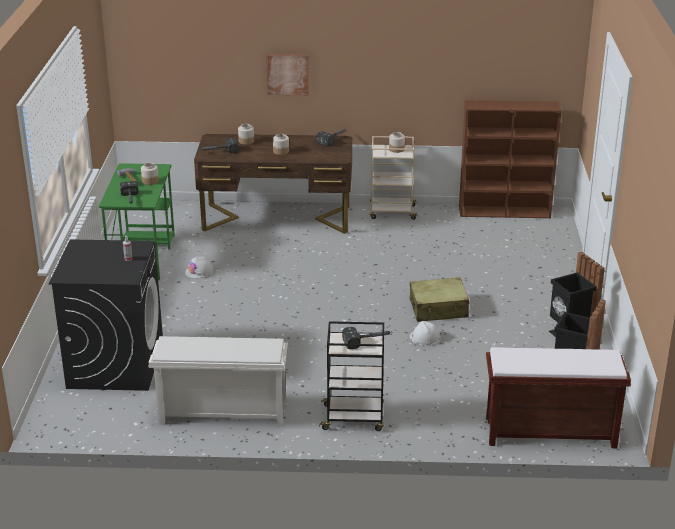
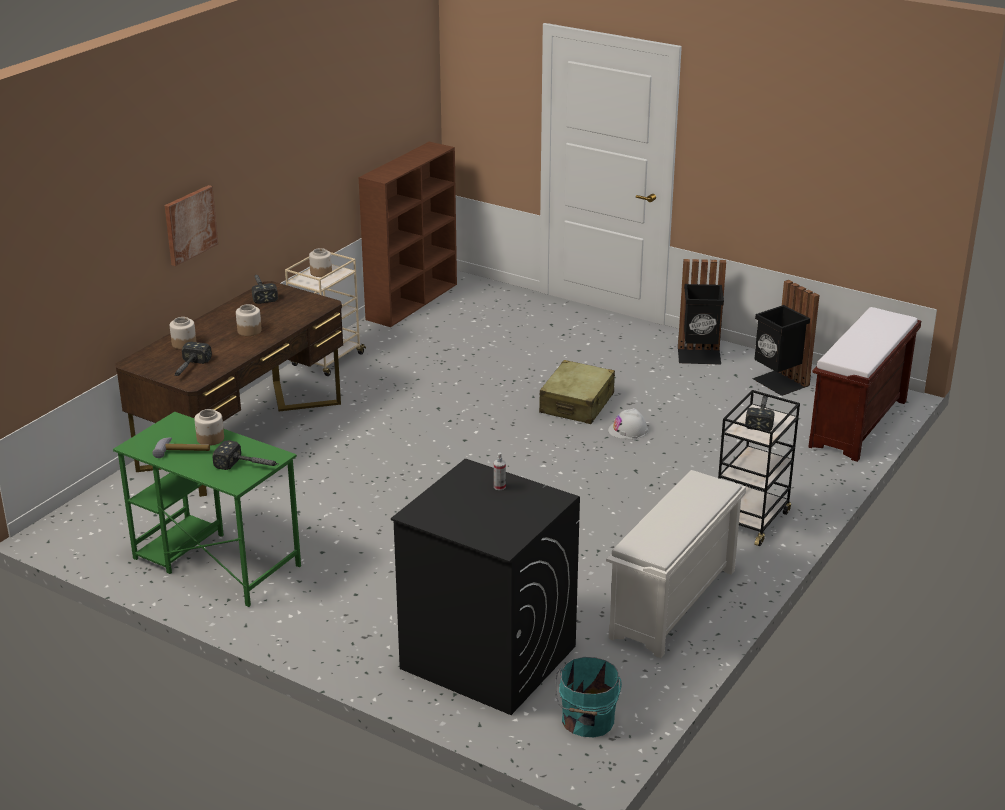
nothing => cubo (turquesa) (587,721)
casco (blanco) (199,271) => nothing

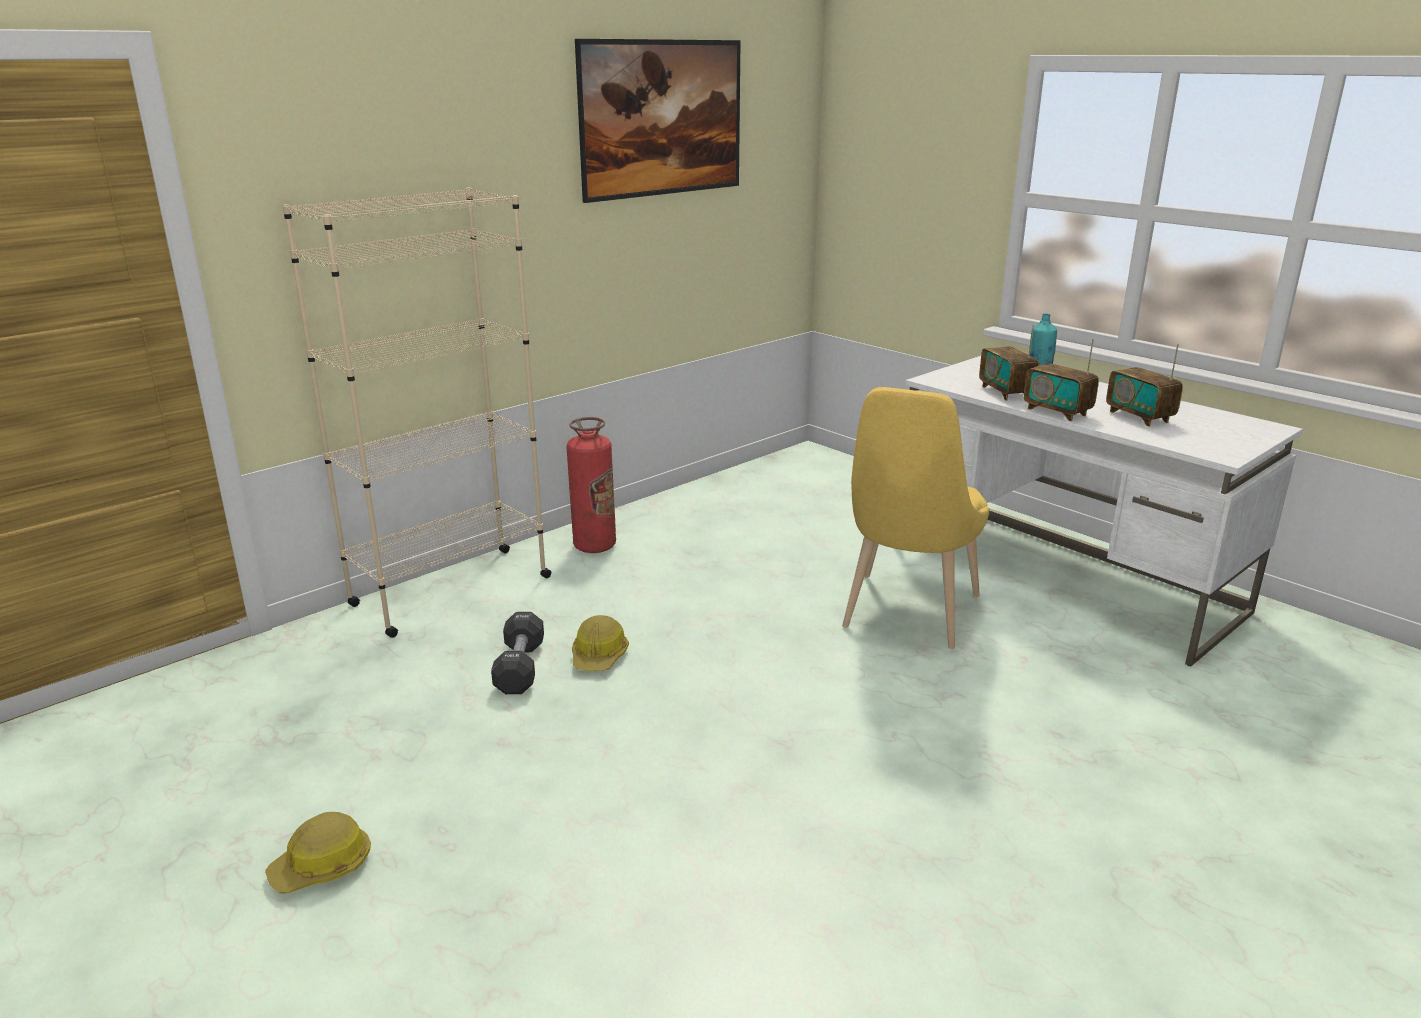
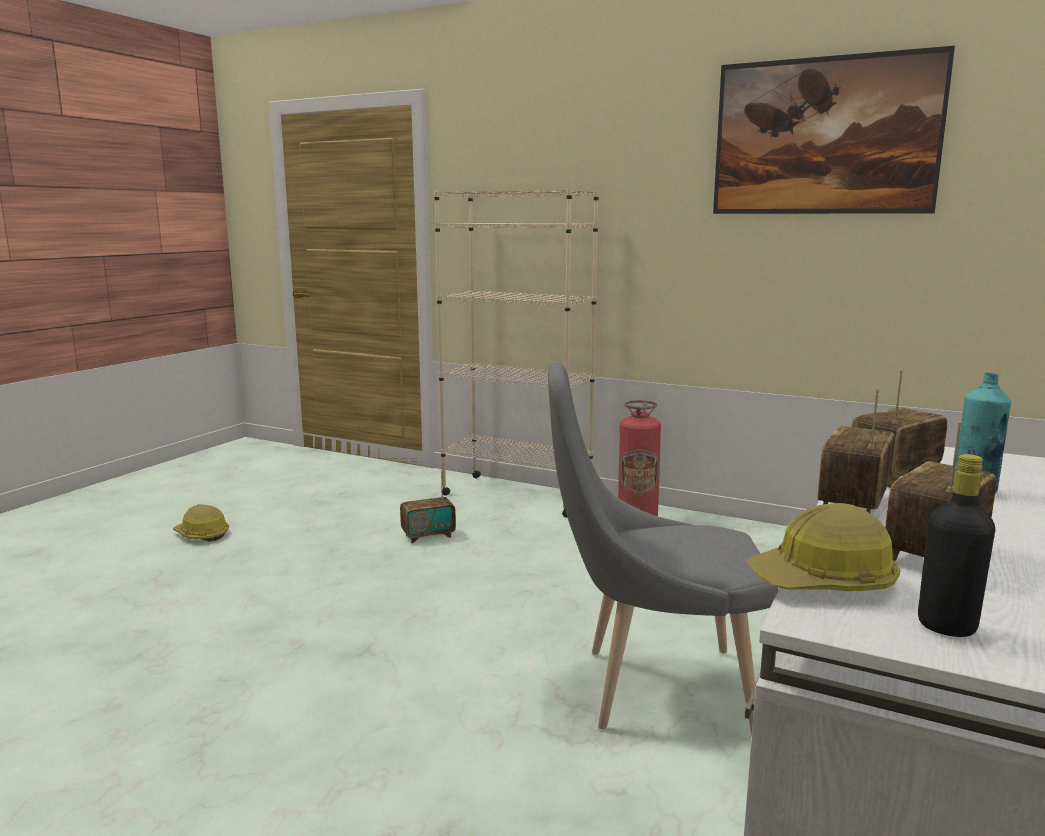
mancuerna (negro) (520,668) => radio (428,536)
silla (amarillo) (906,616) => silla (gris) (653,689)
casco (599,656) => casco (824,581), moved
nothing => botella (negro) (946,626)

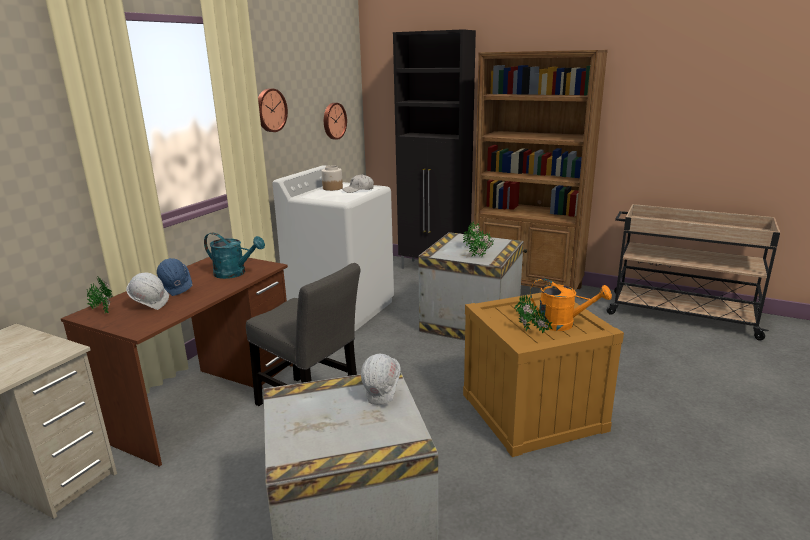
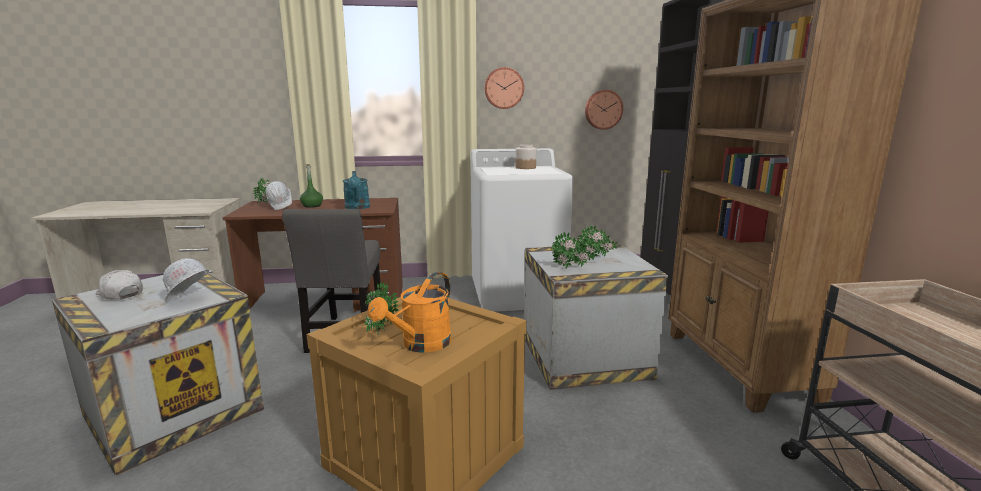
gorra (blanco) (358,190) => gorra (blanco) (120,294), moved
casco (azul) (177,290) => botella (verde) (312,206)
regadera (naranja) (562,324) => regadera (naranja) (420,345), 45 degrees clockwise

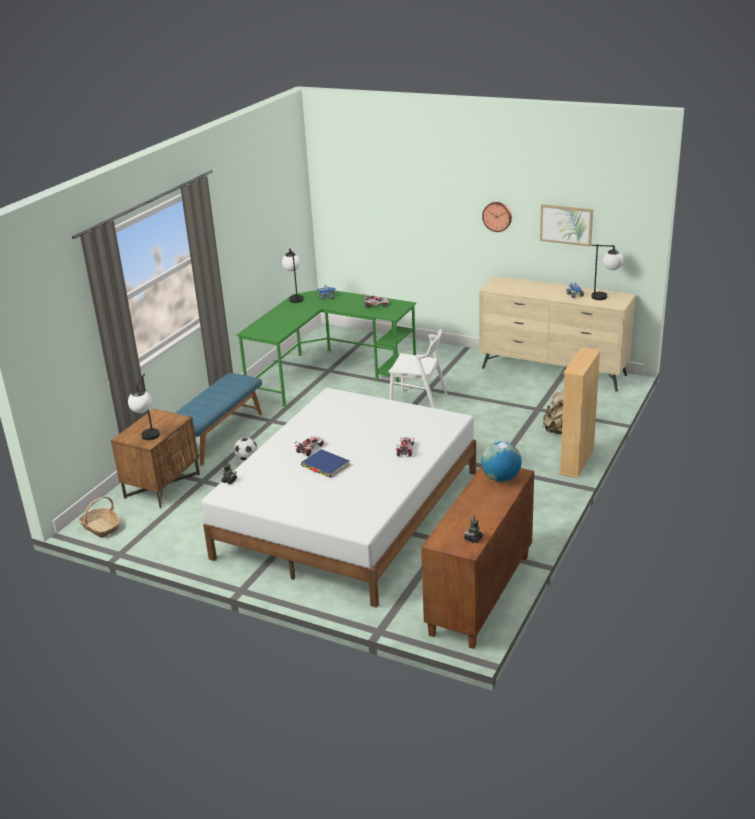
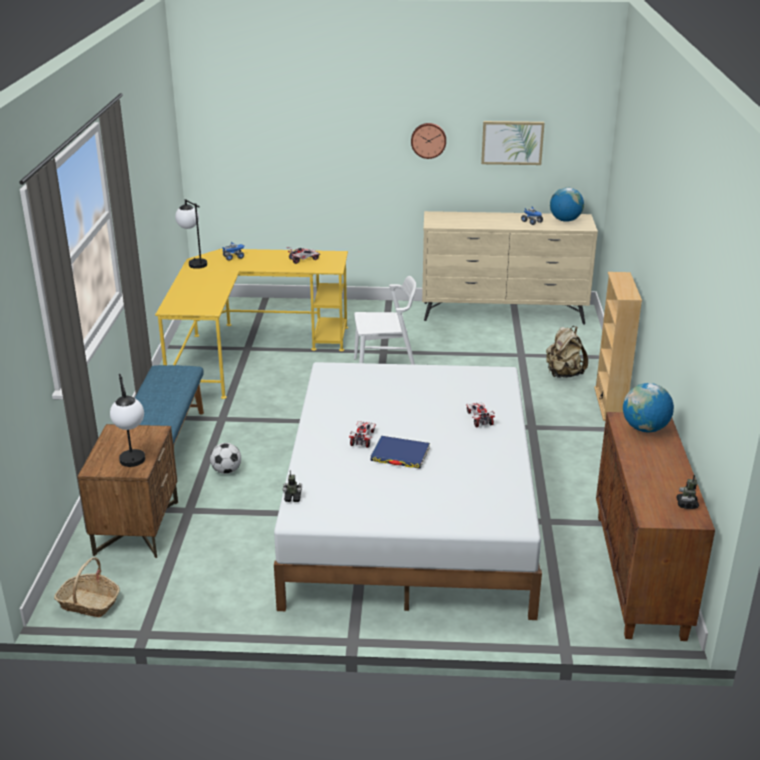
escritorio (verde) (327,372) => escritorio (amarillo) (247,351)
lámpara de mesa (606,297) => globo terráqueo (565,220)

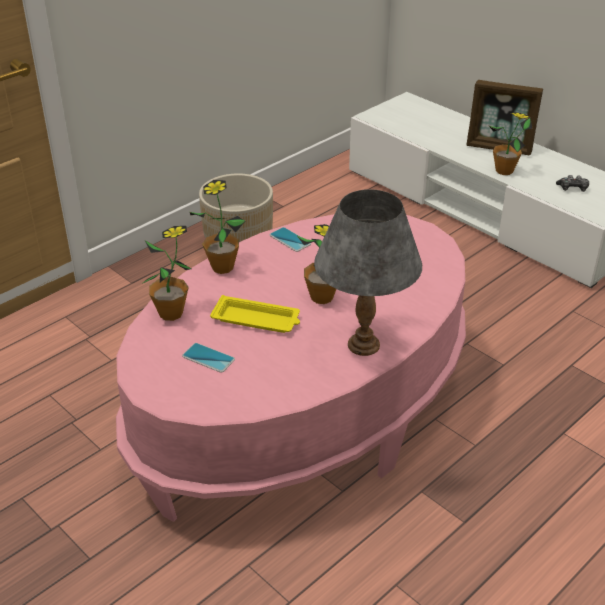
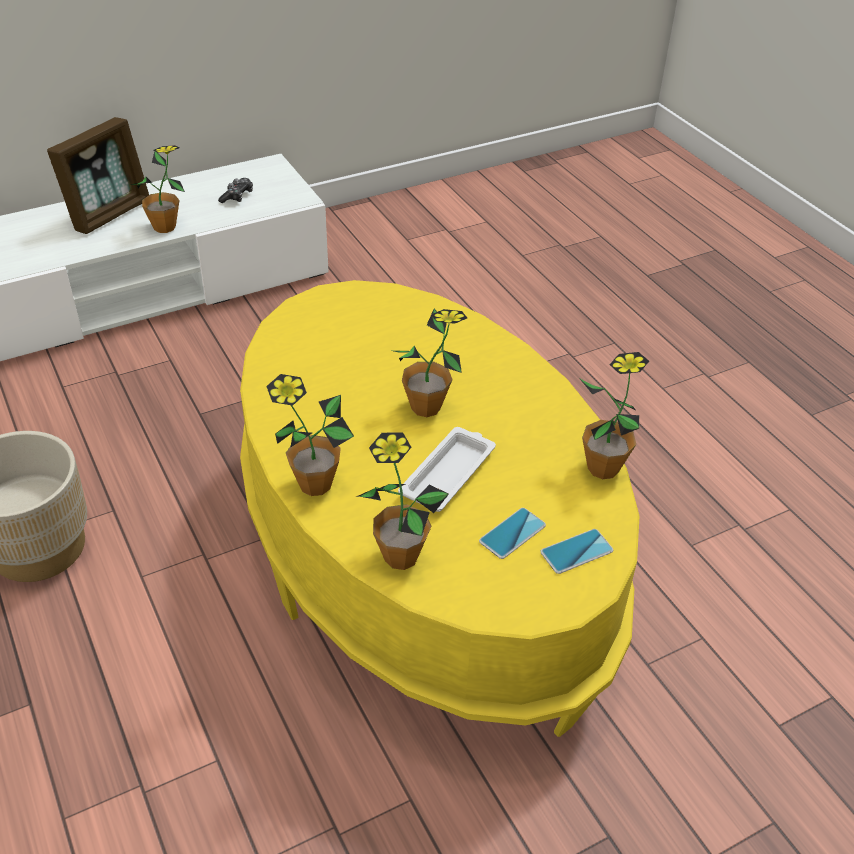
mesa de centro (rosa) (302,412) => mesa de centro (amarillo) (422,558)
bandeja (amarillo) (257,320) => bandeja (blanco) (449,473)
móvil (290,240) => móvil (576,552), moved
nothing => planta en maceta (603,468)
lámpara de mesa (gris) (364,345) => nothing

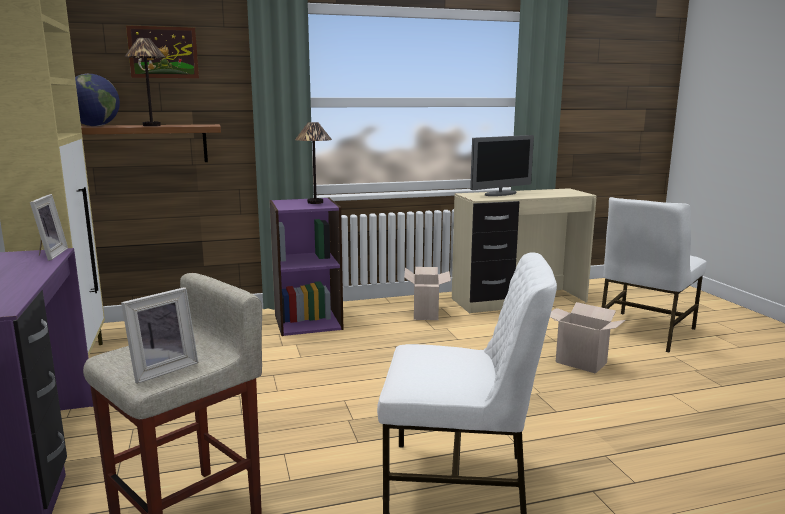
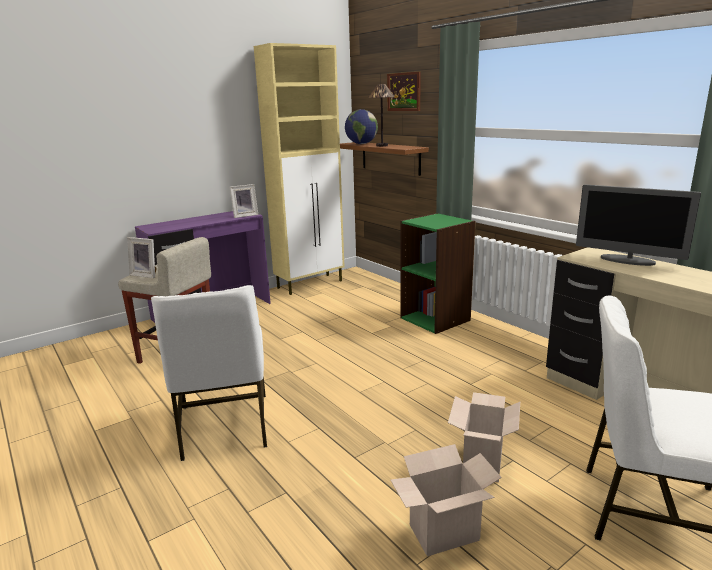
caja de cartón (427,314) => caja de cartón (443,534), moved
estantería (morado) (308,322) => estantería (verde) (435,319)
lámpara de mesa (314,202) => nothing

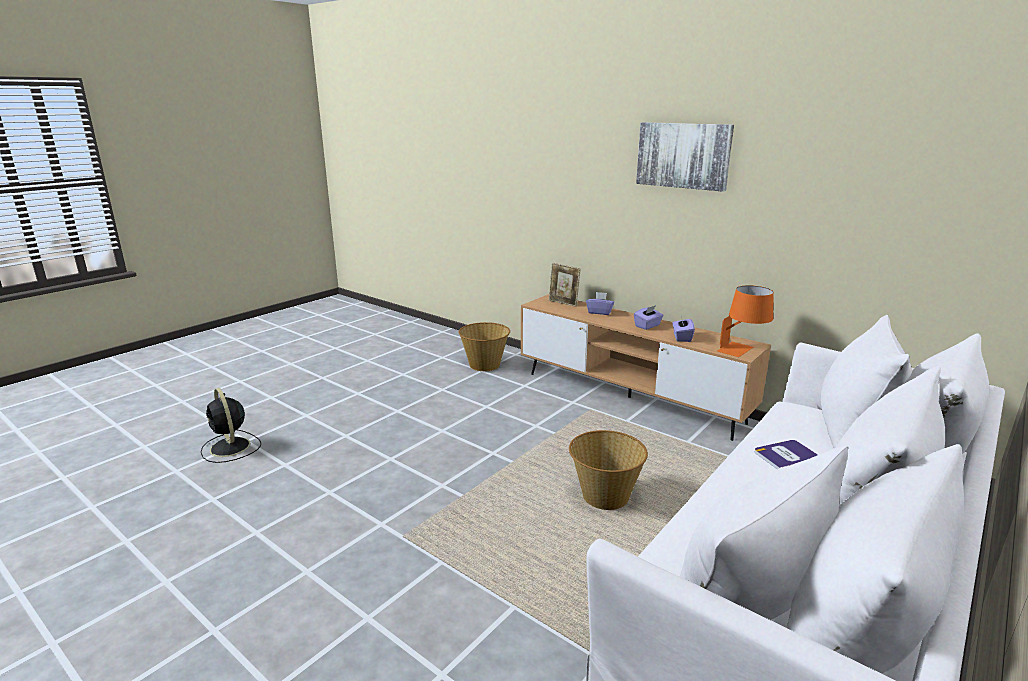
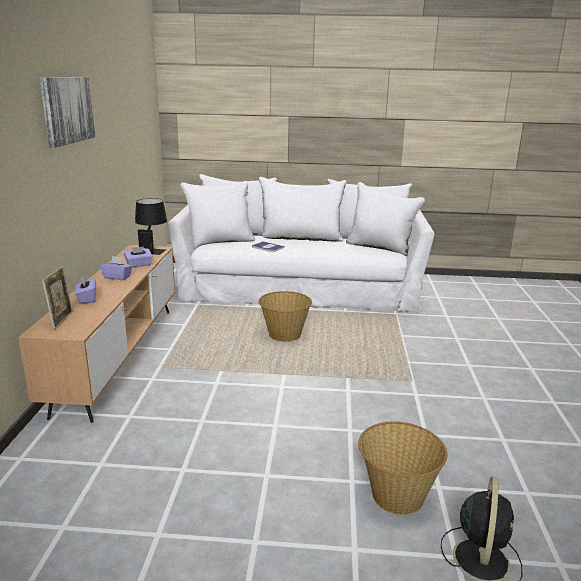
lámpara de mesa (naranja) (743,351) => lámpara de mesa (negro) (152,249)
cesta (485,364) => cesta (396,496), moved

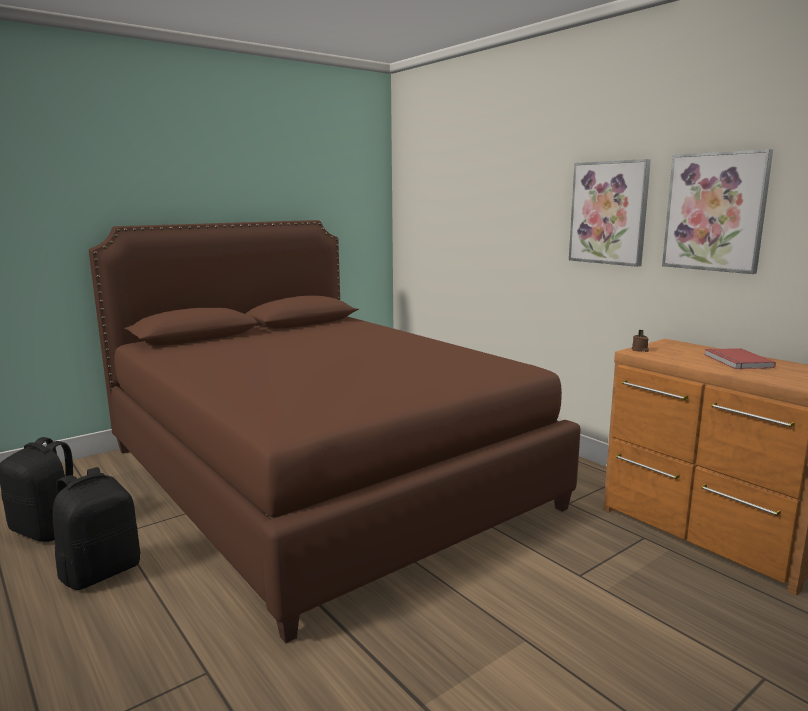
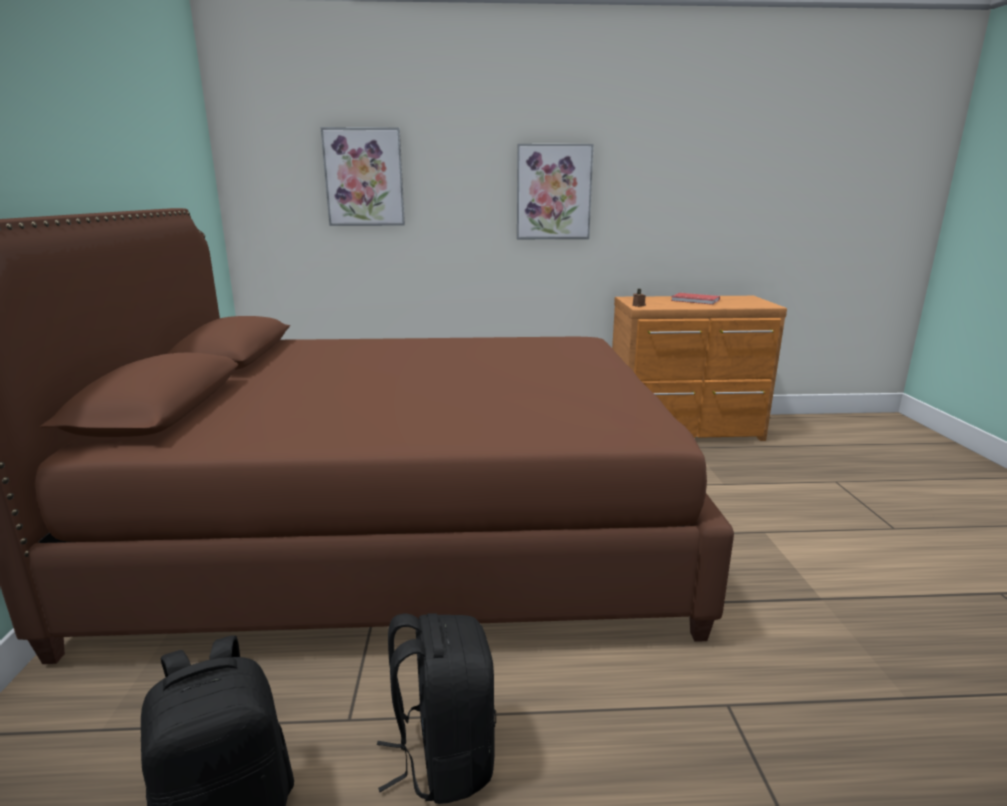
cuadro (715,212) => cuadro (364,177), moved

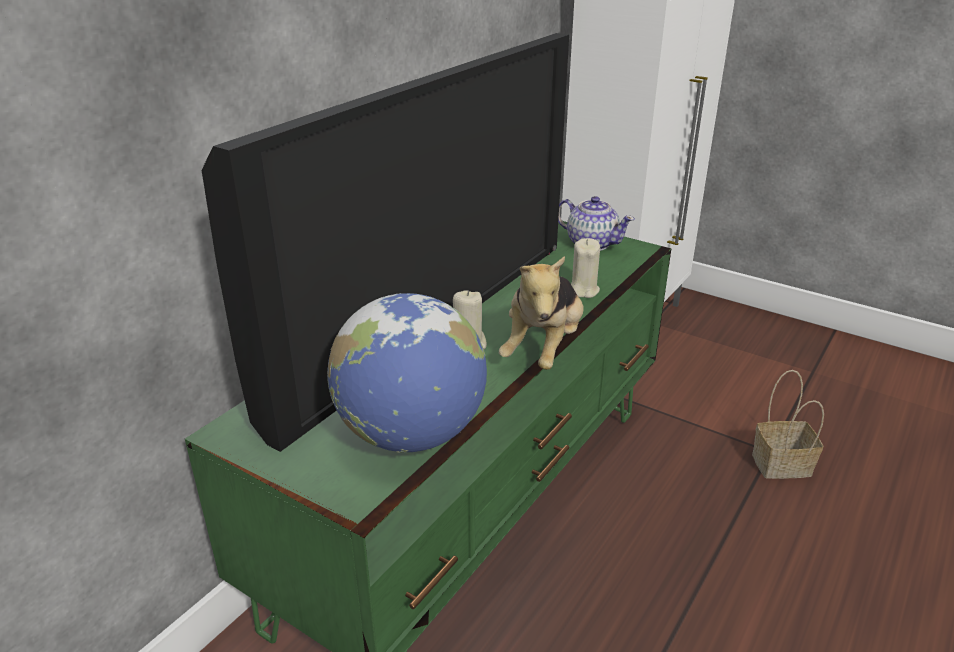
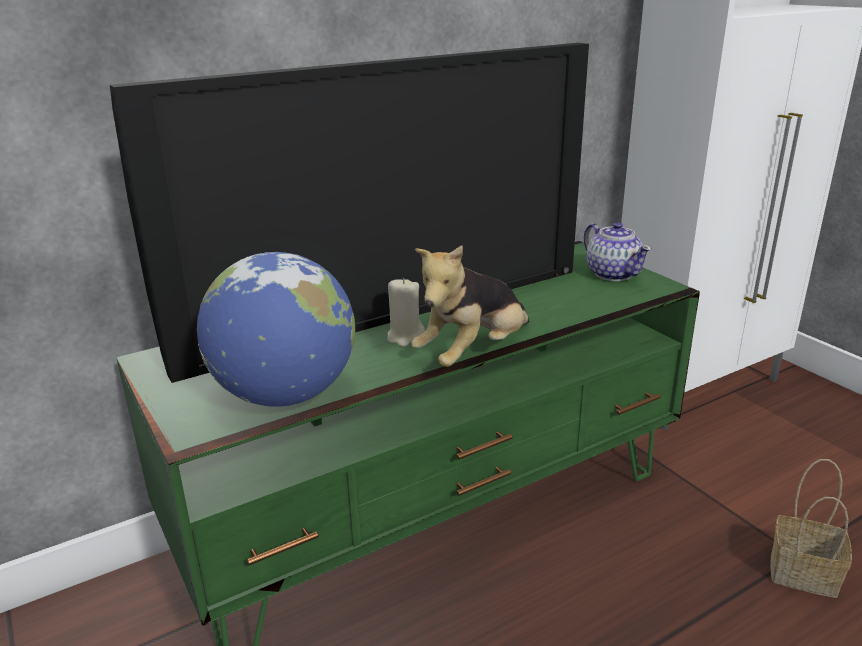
vela (beis) (582,290) => nothing

